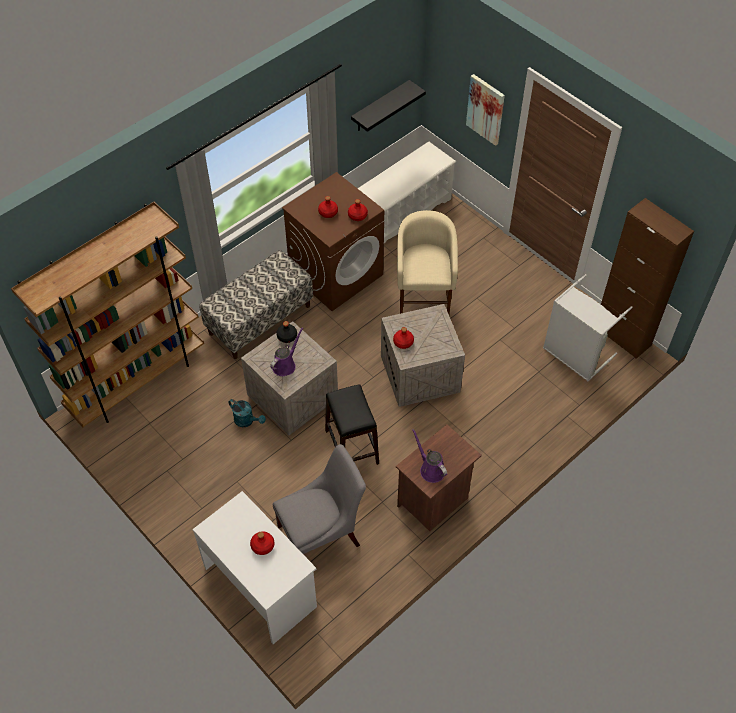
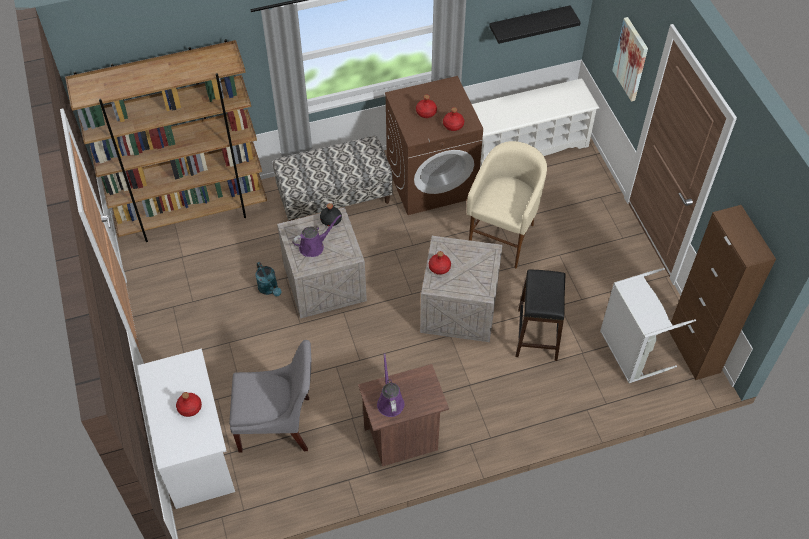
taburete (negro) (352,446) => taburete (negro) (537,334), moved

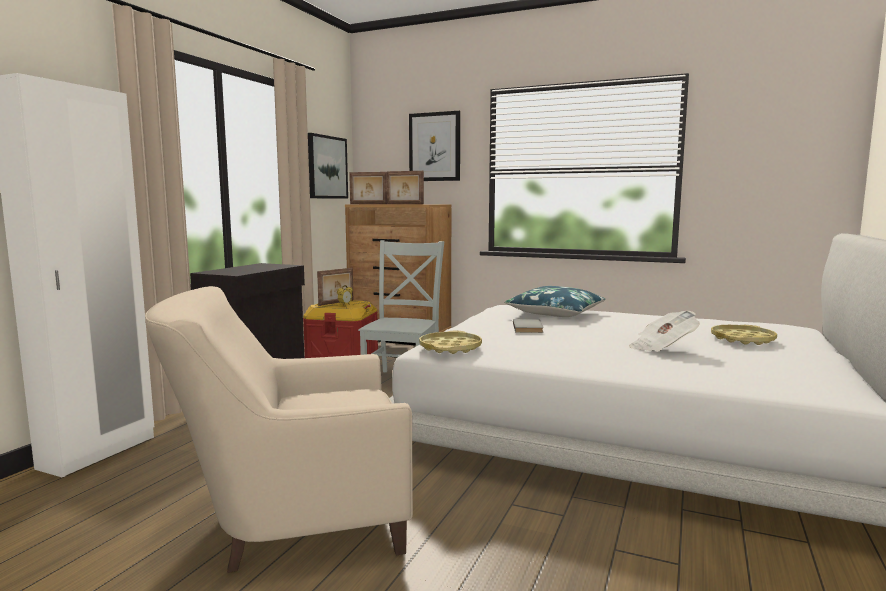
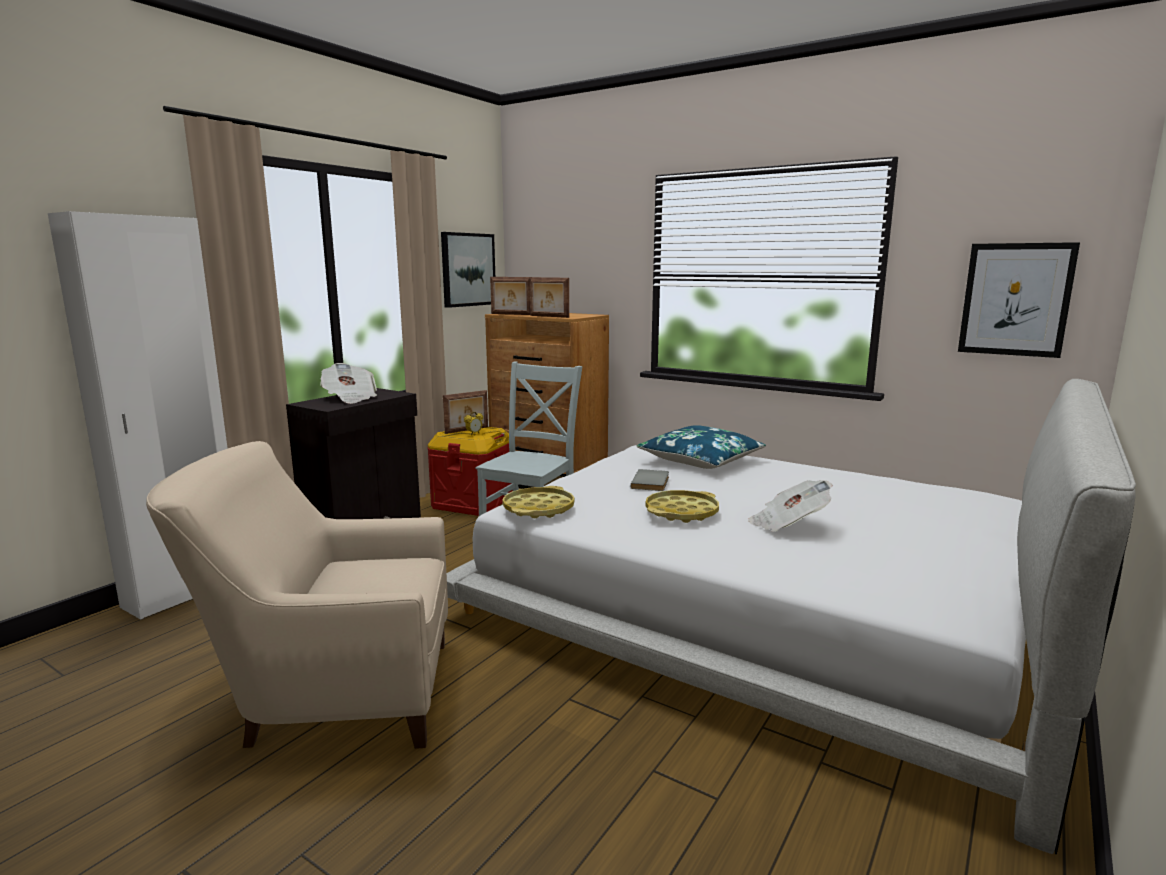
nothing => periódico (350,398)
bandeja (amarillo) (742,339) => bandeja (amarillo) (682,512), moved
cuadro (434,147) => cuadro (1015,299), moved

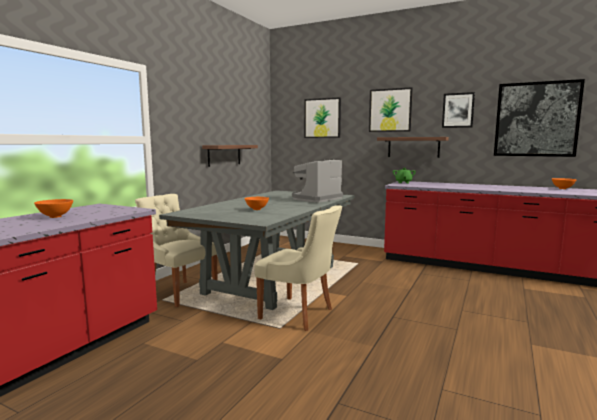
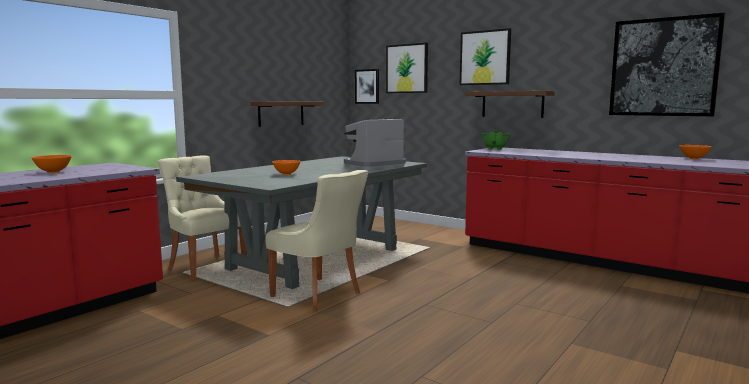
cuadro (458,110) => cuadro (367,86), moved

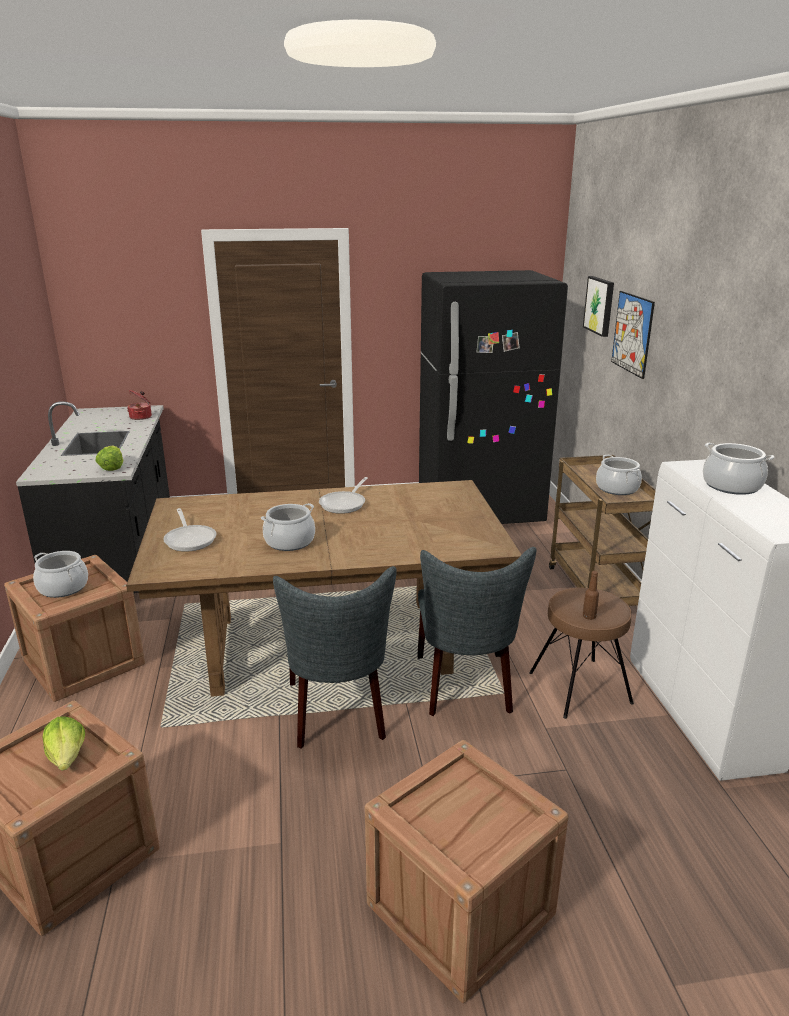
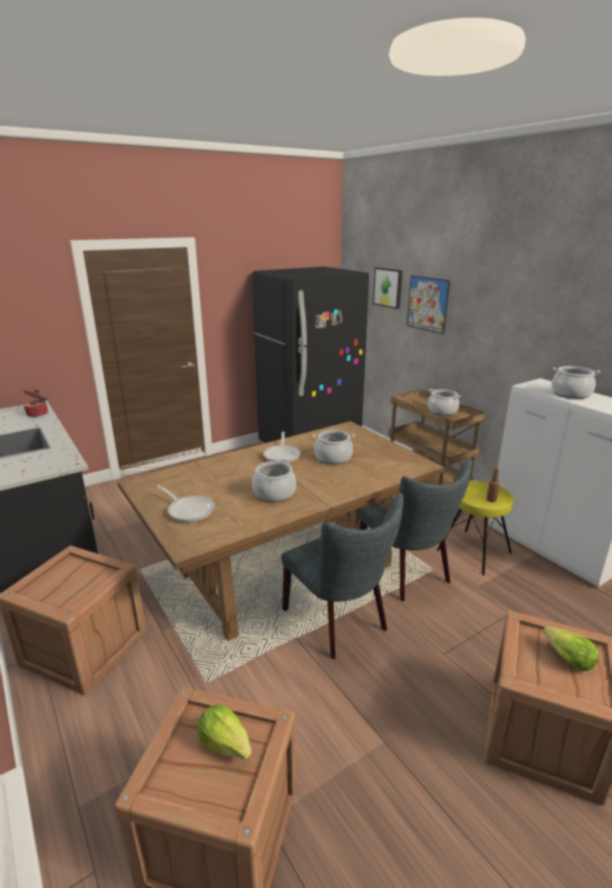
olla (63,588) => olla (333,458), moved
taburete (marrón) (580,687) => taburete (amarillo) (474,551)
lechuga (112,467) => lechuga (567,658), moved

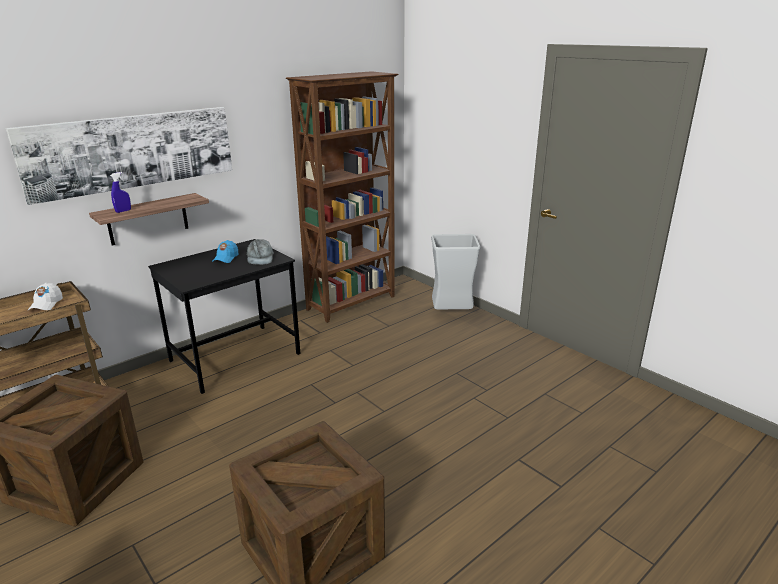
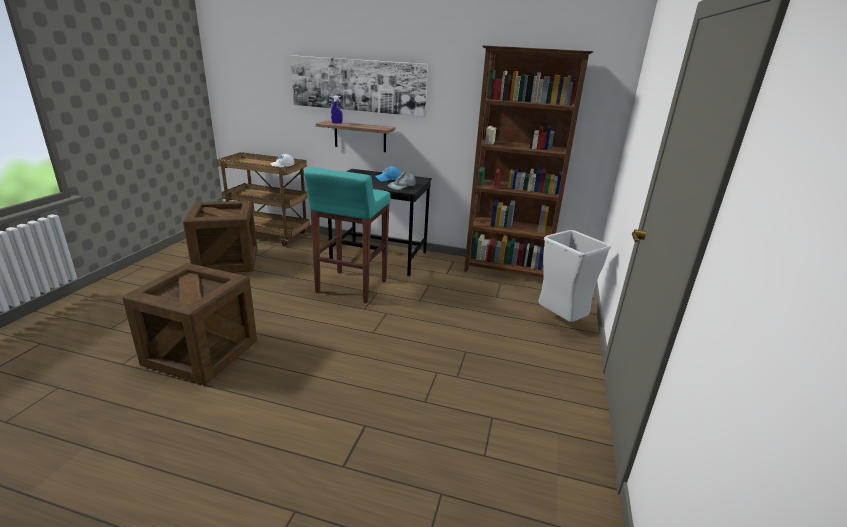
nothing => taburete (turquesa) (351,287)

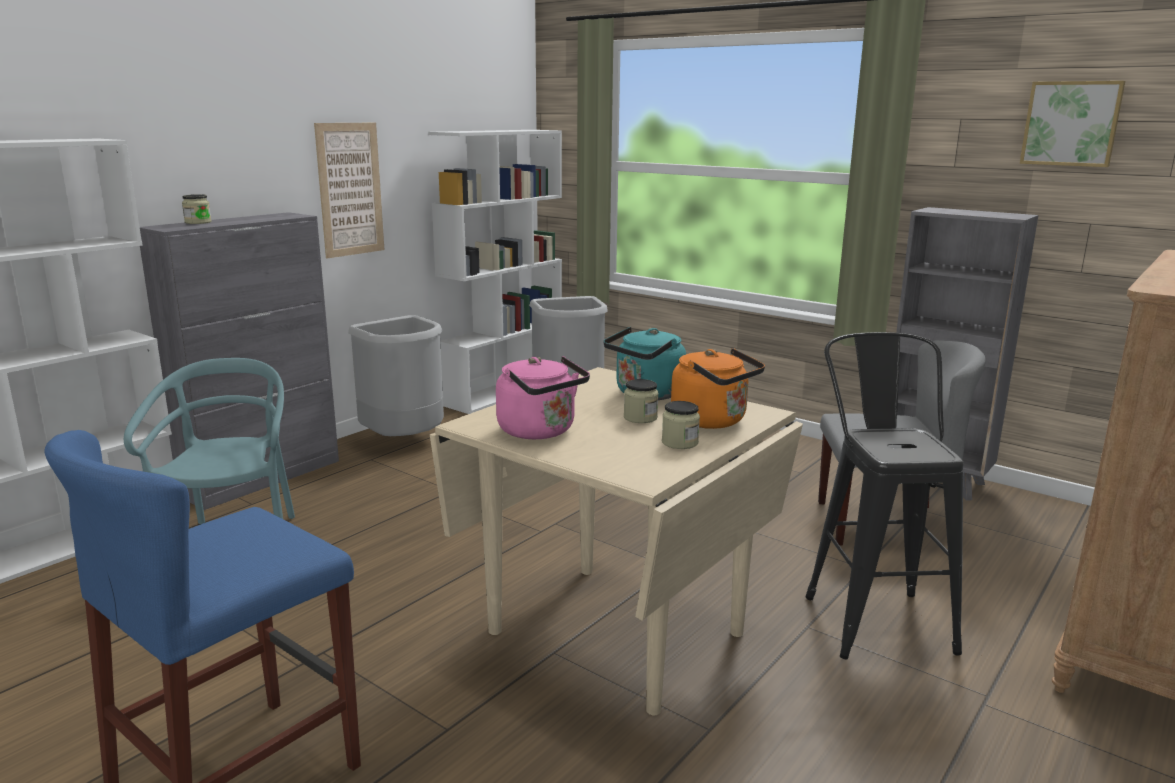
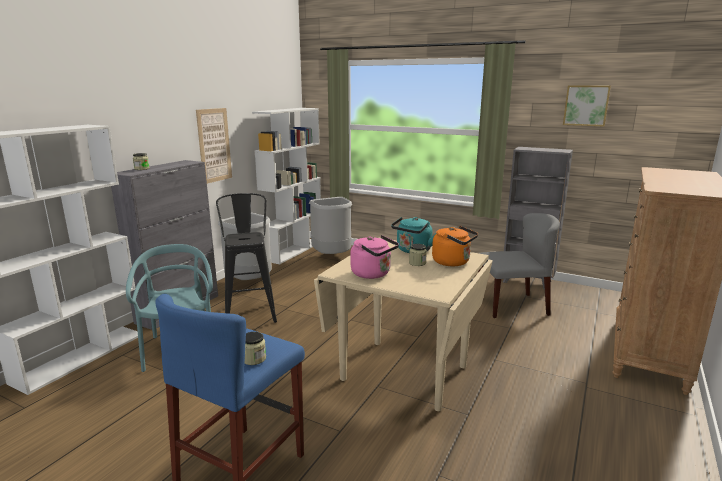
taburete (negro) (873,615) => taburete (negro) (250,311), moved
tarro (680,442) => tarro (254,359), moved

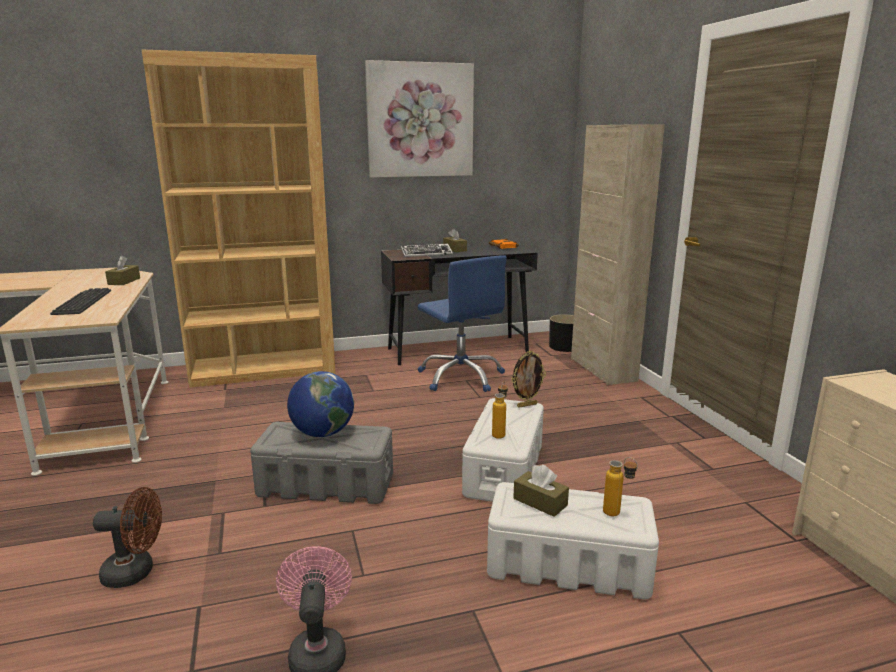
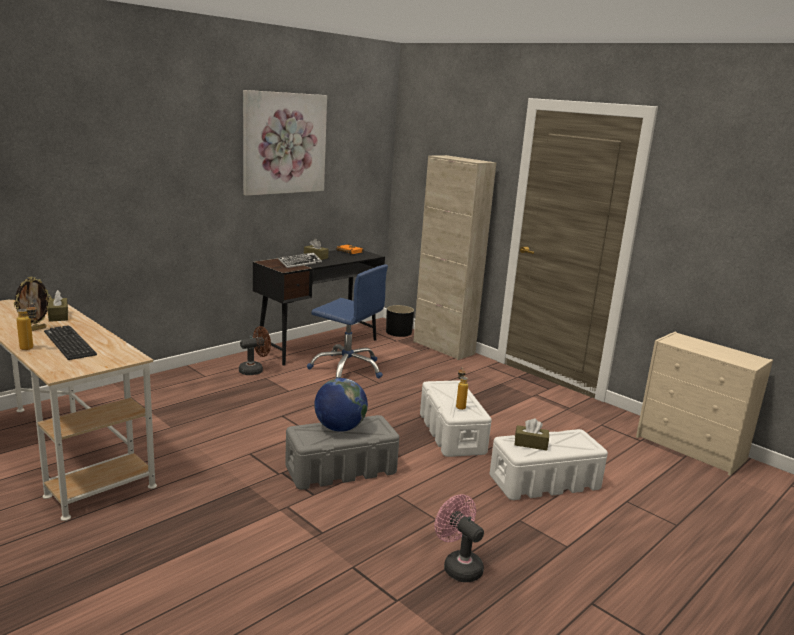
portarretratos (526,405) => portarretratos (35,329), moved
botella (617,515) => botella (30,349), moved
ventilador (marrón) (136,572) => ventilador (marrón) (254,370), moved
estantería (marrón) (264,370) => nothing

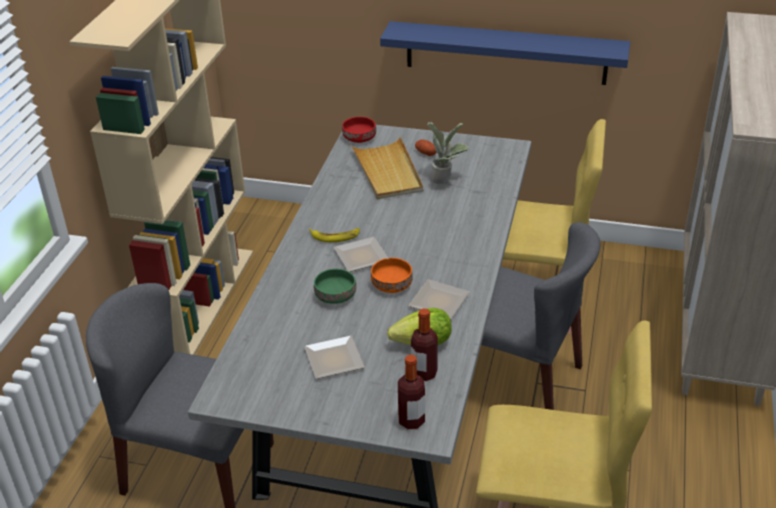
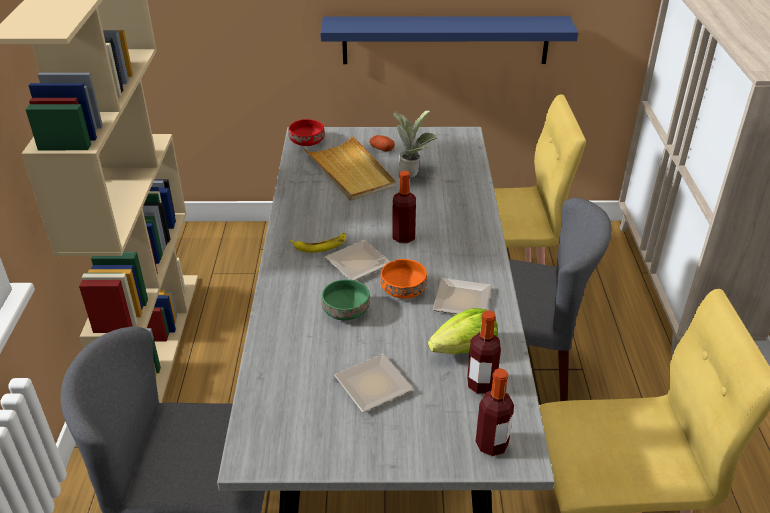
nothing => botella (403,237)

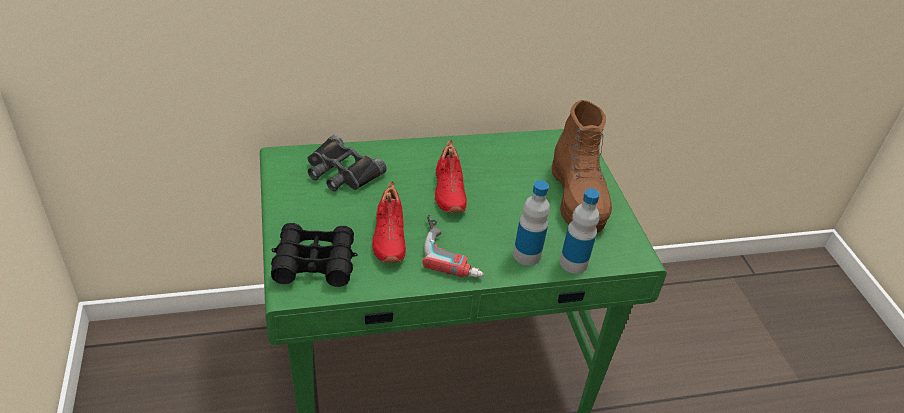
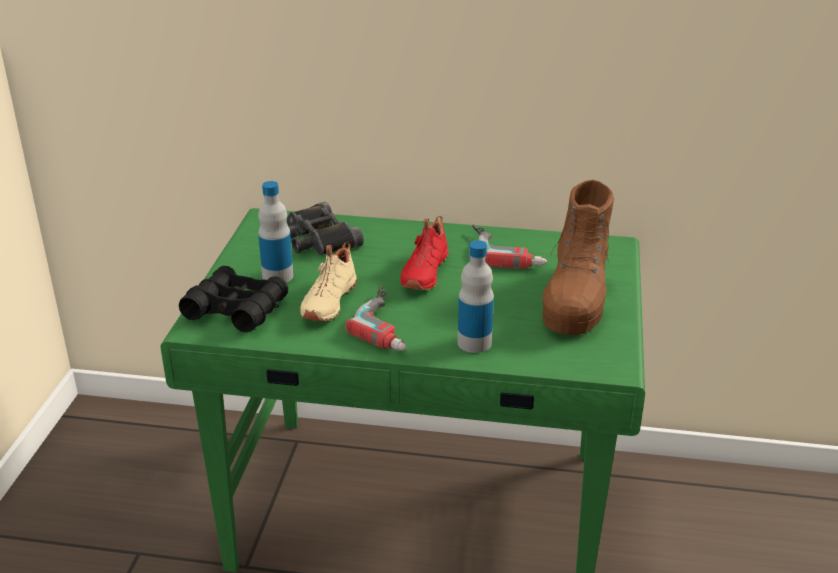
botella (573,263) => botella (277,276), moved
zapato (rojo) (387,237) => zapato (beis) (327,301)
nothing => taladro (508,251)

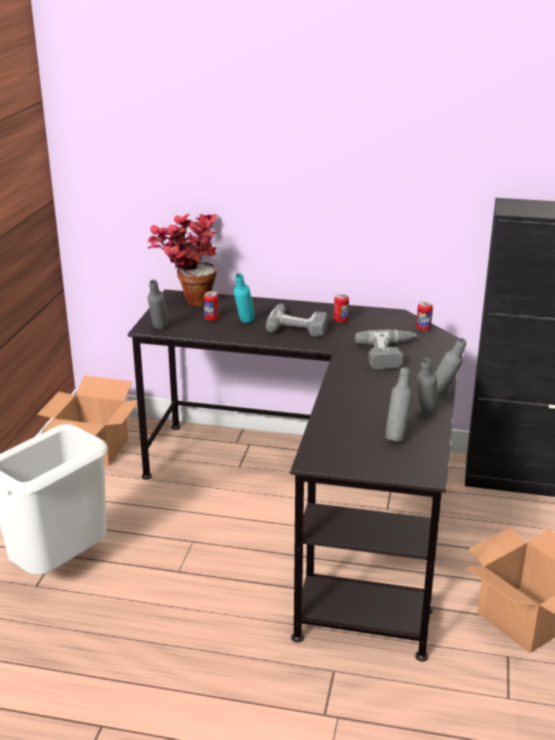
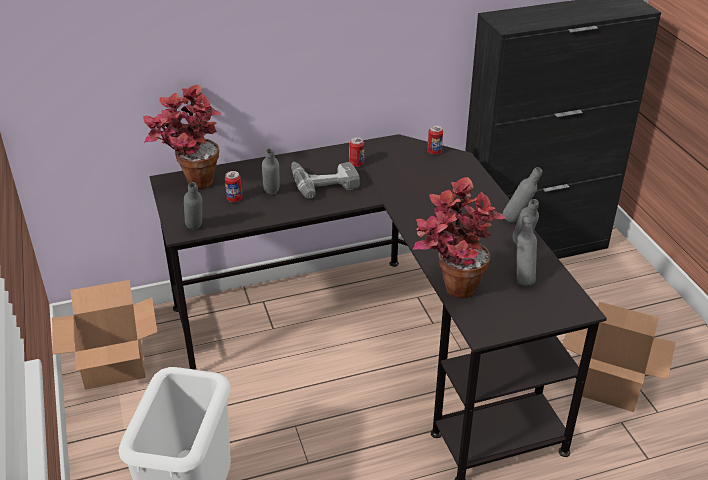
botella (turquesa) (244,324) => botella (gris) (272,195)
nothing => planta en maceta (449,292)
taladro (390,354) => nothing

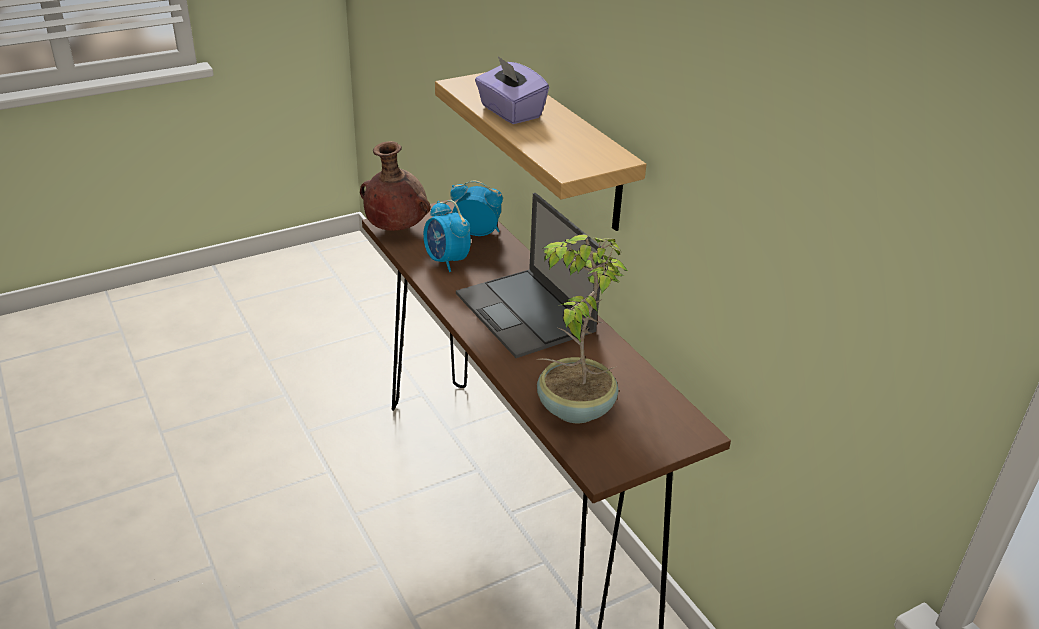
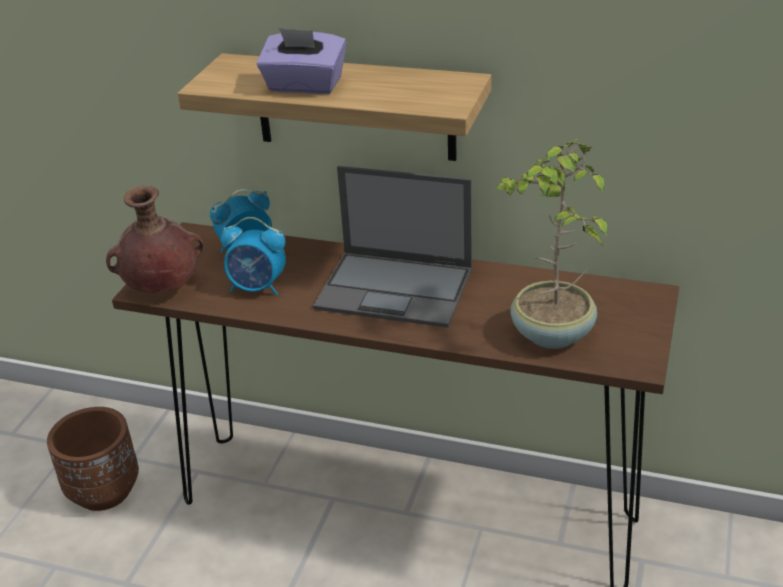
nothing => maceta (marrón) (104,491)

